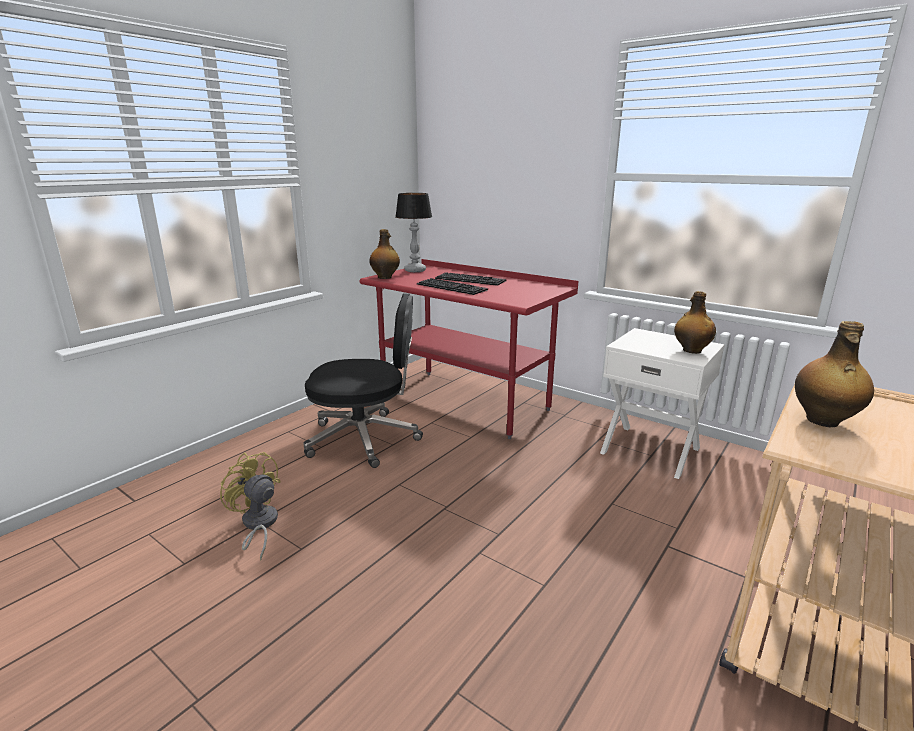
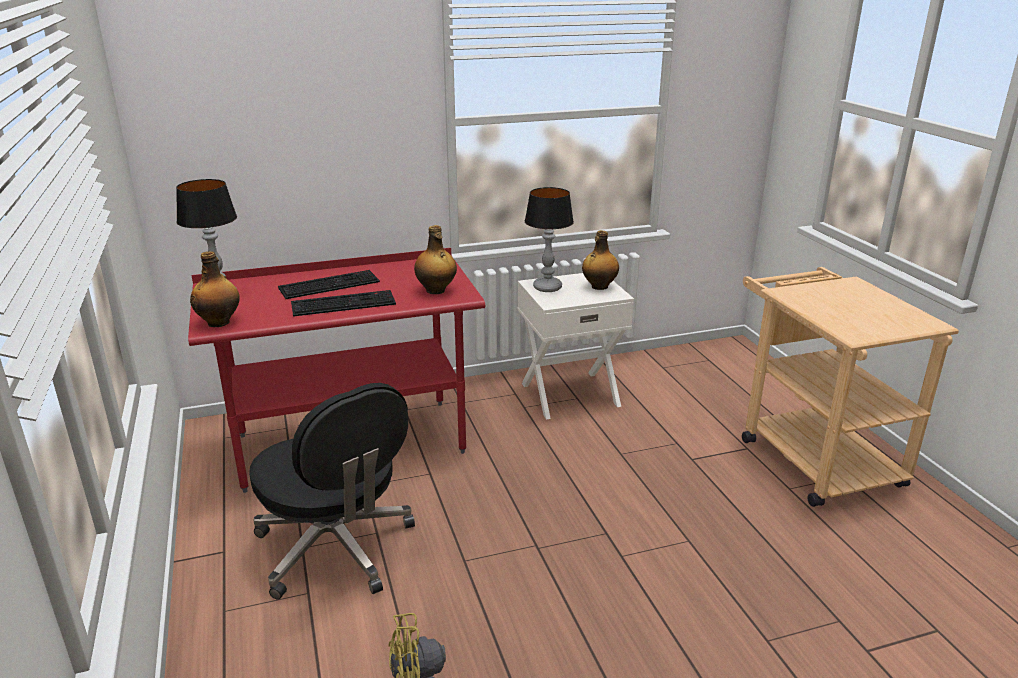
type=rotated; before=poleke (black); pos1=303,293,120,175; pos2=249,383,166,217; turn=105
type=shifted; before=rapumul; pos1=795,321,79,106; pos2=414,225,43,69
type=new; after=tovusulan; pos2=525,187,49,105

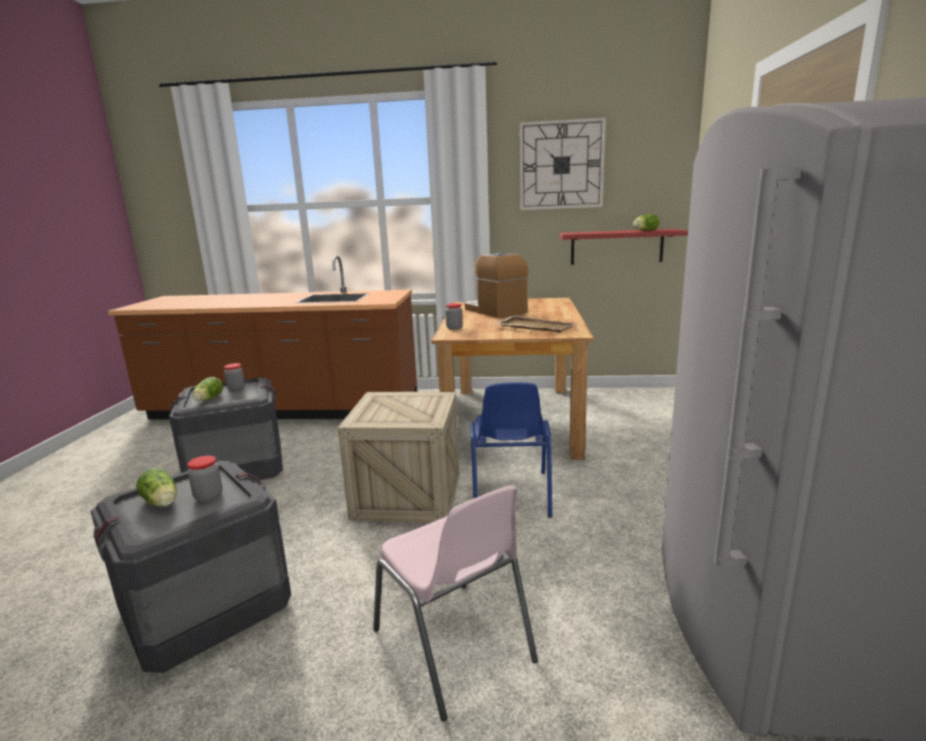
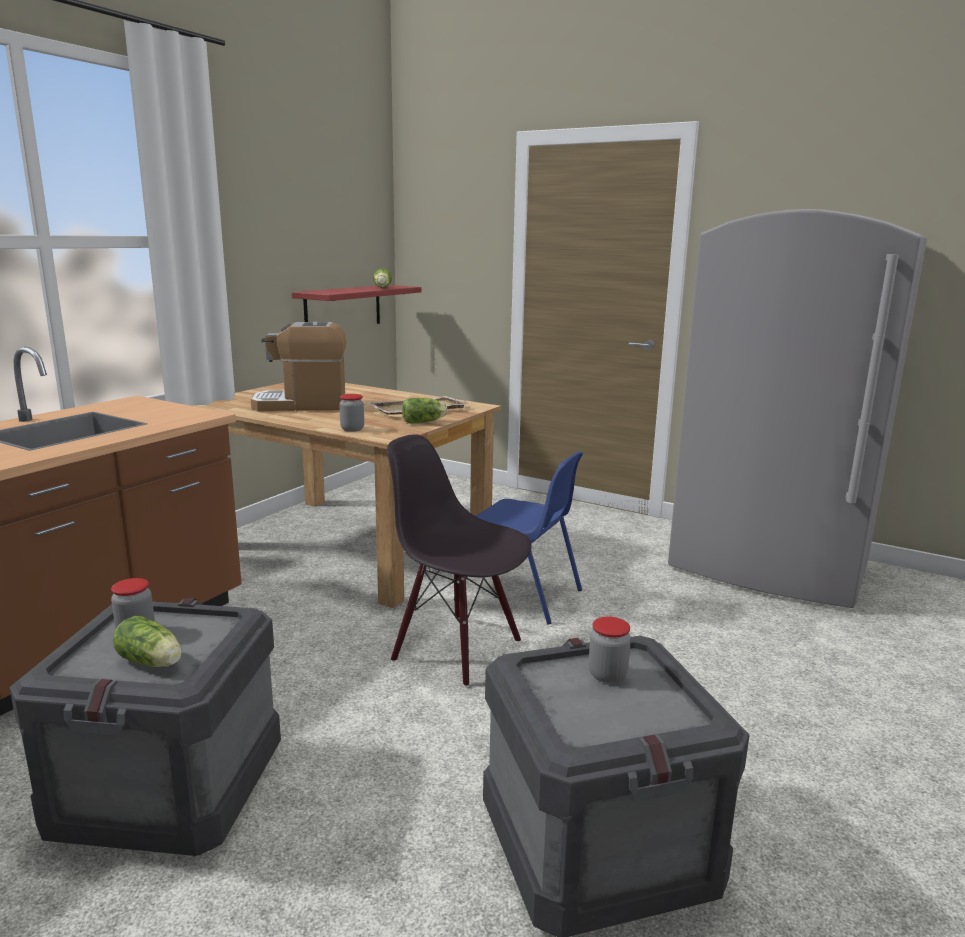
type=swapped; before=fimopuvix; after=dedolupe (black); pos1=338,392,122,131; pos2=387,434,145,253
type=shifted; before=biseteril; pos1=136,468,41,39; pos2=402,398,45,26
type=gone; before=dedolupe (pink); pos1=373,485,165,236
type=gone; before=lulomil; pos1=520,118,86,92

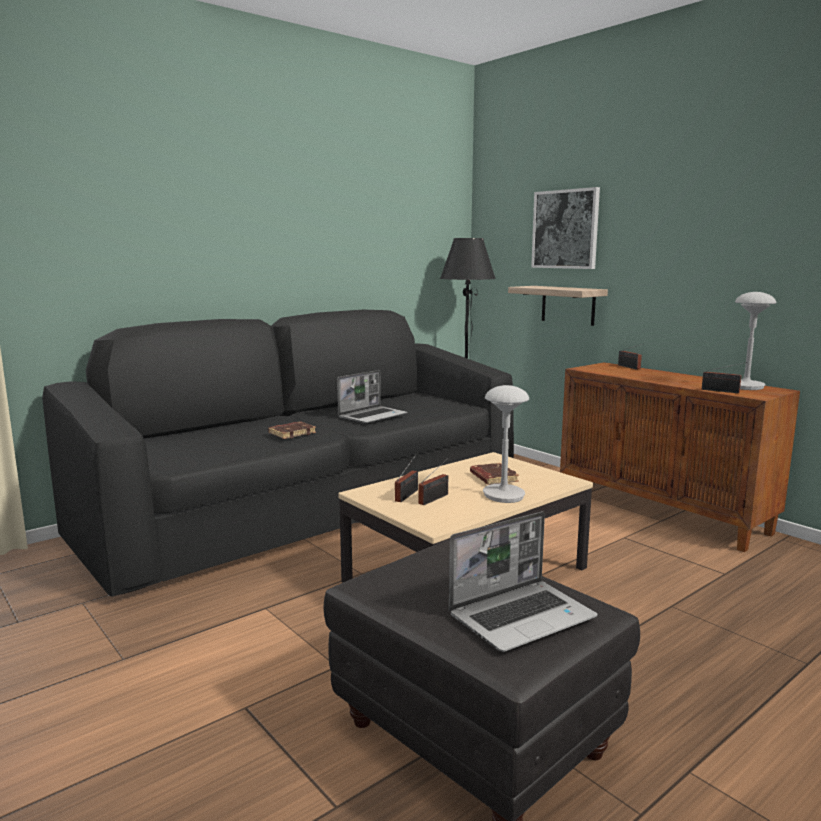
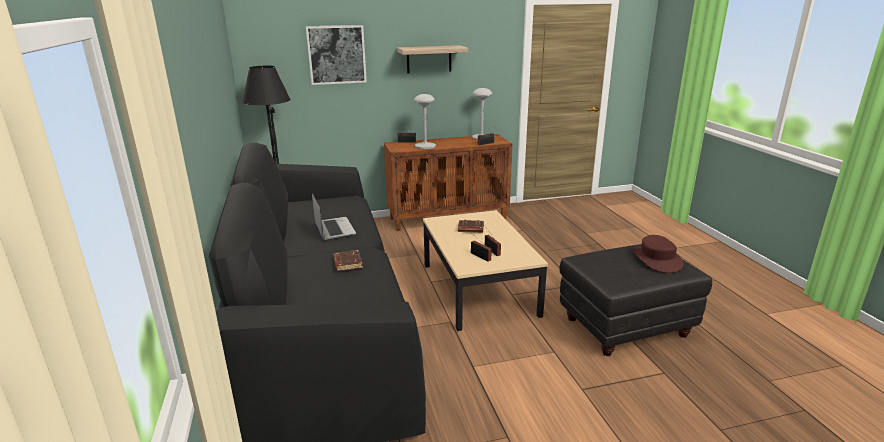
type=shifted; before=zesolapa; pos1=508,286,100,40; pos2=397,45,71,28
type=shifted; before=tovusulan (grey); pos1=483,385,46,118; pos2=414,94,22,55
type=swapped; before=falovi; after=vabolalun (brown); pos1=449,511,148,141; pos2=633,235,51,38

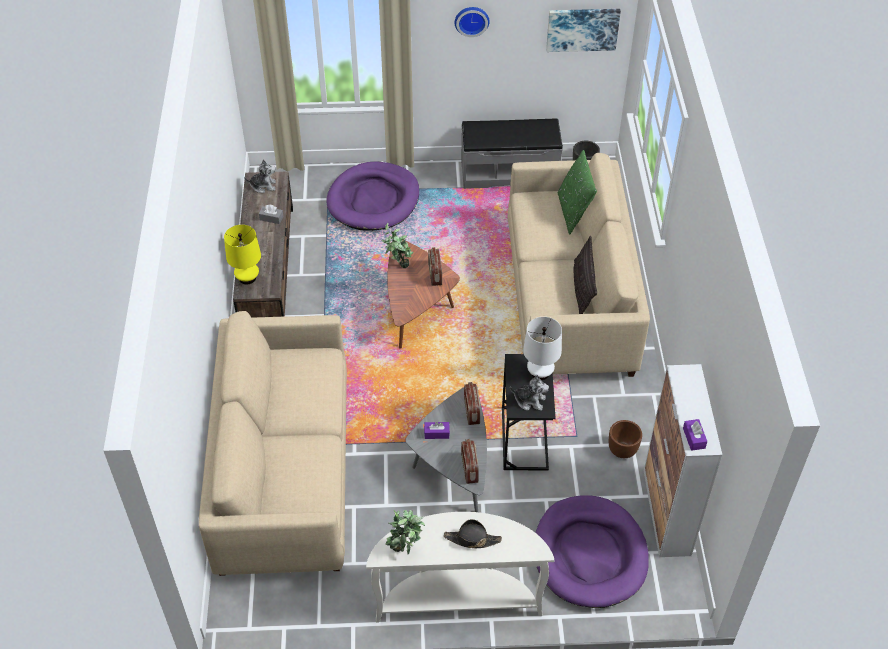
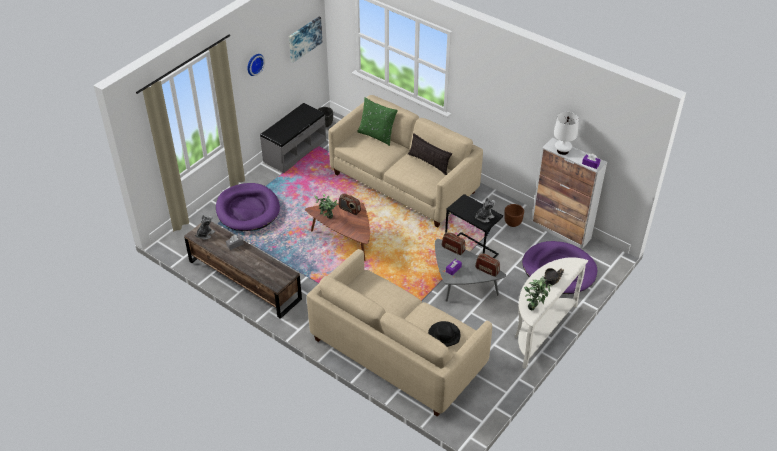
type=new; after=vabolalun (black); pos2=428,321,32,26
type=shifted; before=tovusulan (white); pos1=523,317,39,63; pos2=554,112,25,43
type=gone; before=tovusulan (yellow); pos1=224,225,37,59

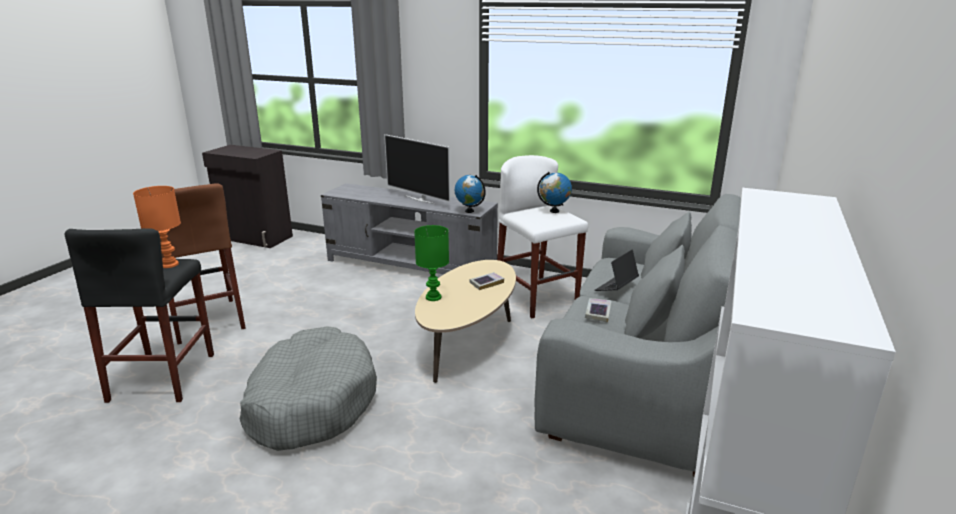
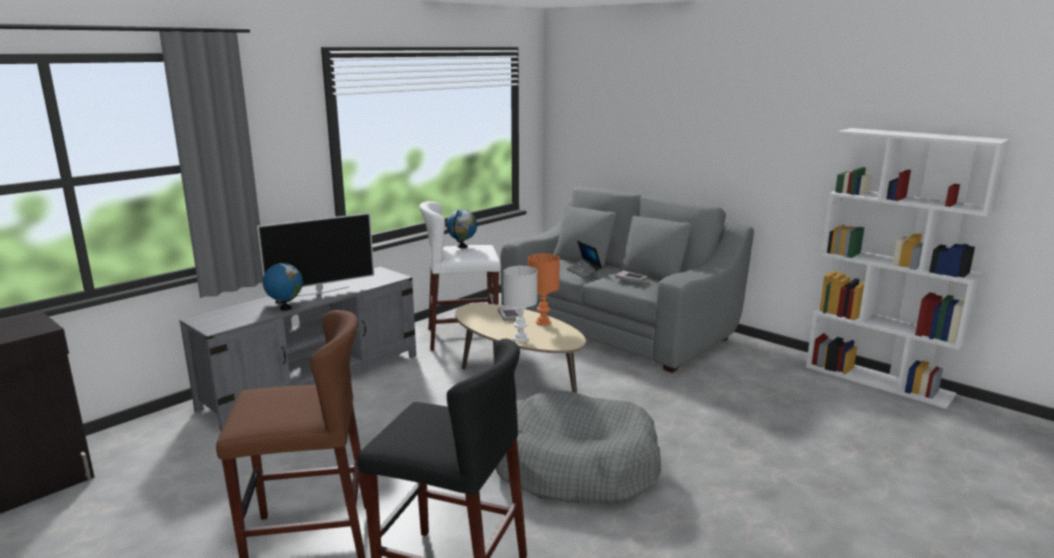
type=shifted; before=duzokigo; pos1=455,175,31,38; pos2=263,261,40,49
type=repainted; before=tovusulan (green); after=tovusulan (white); pos1=414,225,35,76; pos2=504,266,33,76
type=shifted; before=tovusulan (orange); pos1=133,186,48,82; pos2=528,254,32,72

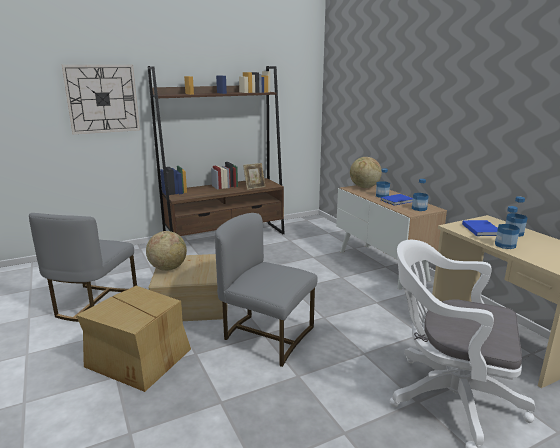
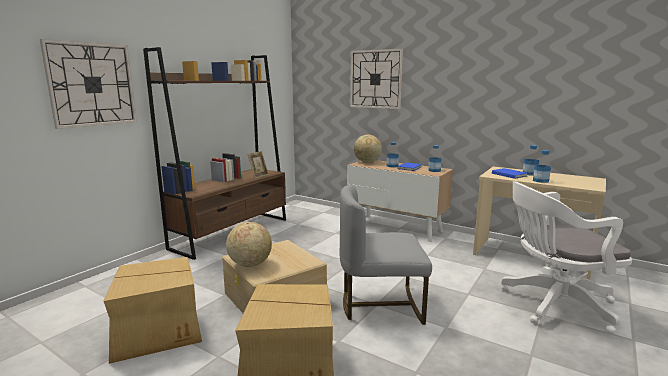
type=swapped; before=dedolupe (grey); after=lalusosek; pos1=29,213,108,109; pos2=104,257,98,107
type=new; after=lulomil; pos2=350,49,53,60

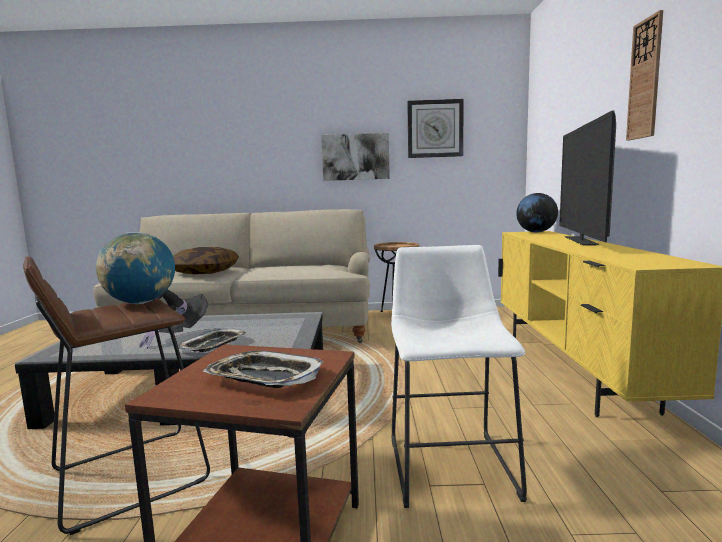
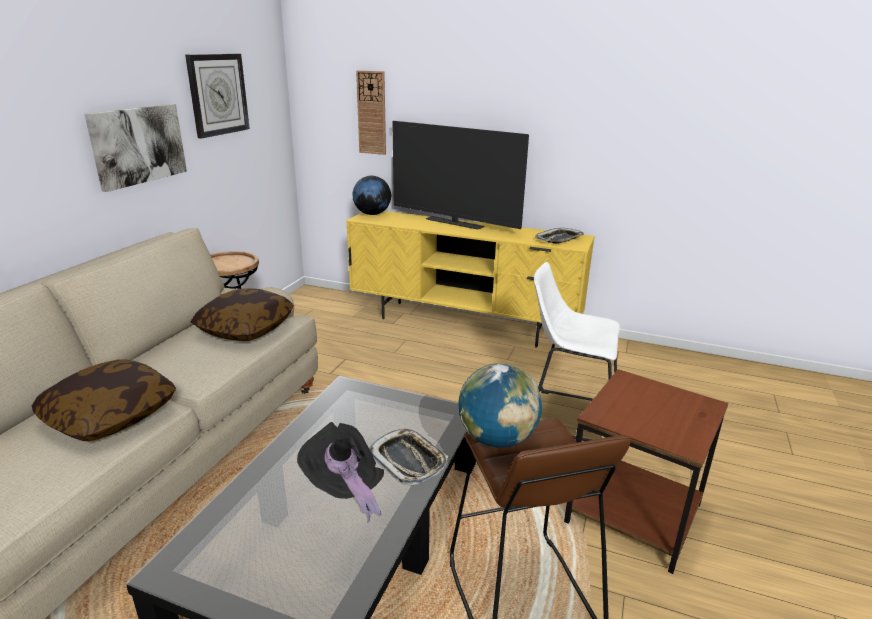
type=new; after=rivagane; pos2=191,288,103,53
type=shifted; before=lulomil; pos1=626,10,37,131; pos2=356,70,30,85
type=shifted; before=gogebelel; pos1=203,351,120,37; pos2=535,228,49,16

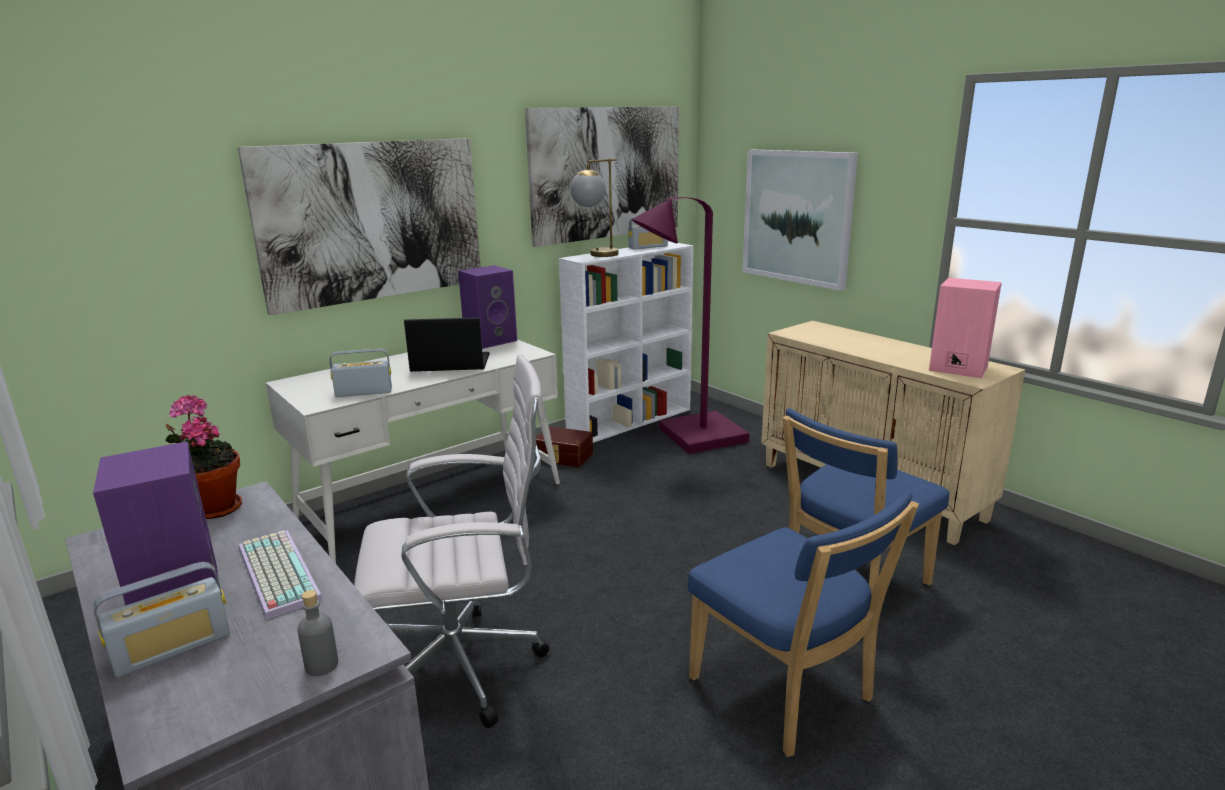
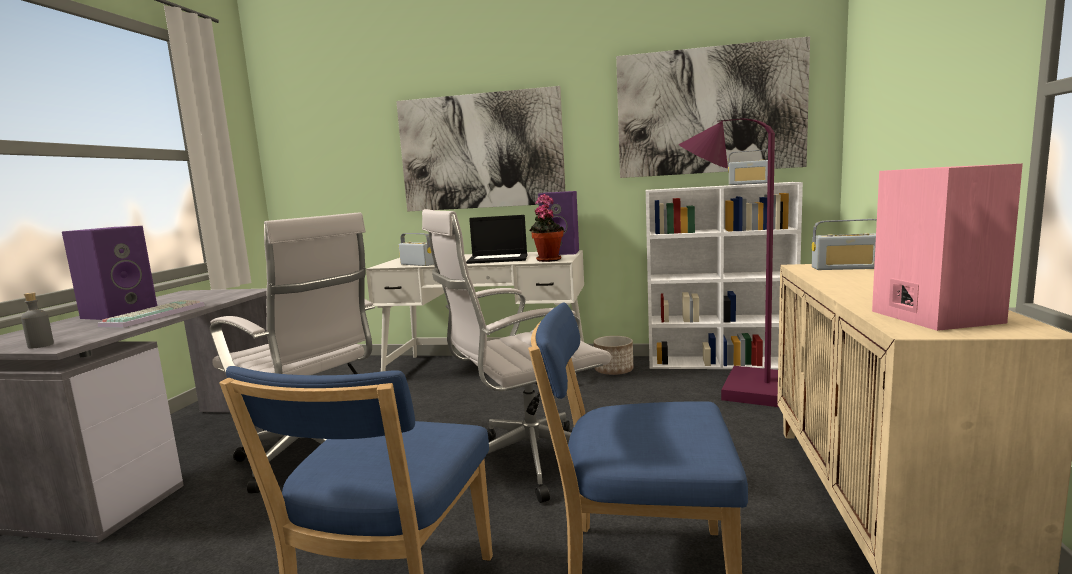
type=new; after=poleke (white); pos2=422,209,190,294
type=rotated; before=falovi; pos1=404,317,85,55; pos2=466,215,62,49; turn=135
type=shifted; before=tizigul; pos1=165,395,77,124; pos2=530,194,35,68
type=swapped; before=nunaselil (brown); after=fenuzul; pos1=536,426,57,41; pos2=594,336,39,39
type=shifted; before=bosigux; pos1=93,562,137,115; pos2=812,219,65,51
type=gone; before=tovusulan; pos1=570,158,48,99
type=gone; before=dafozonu; pos1=742,149,116,142

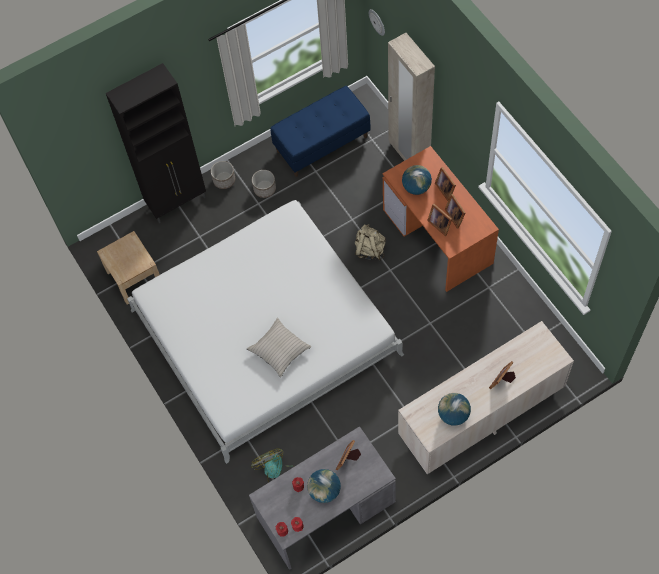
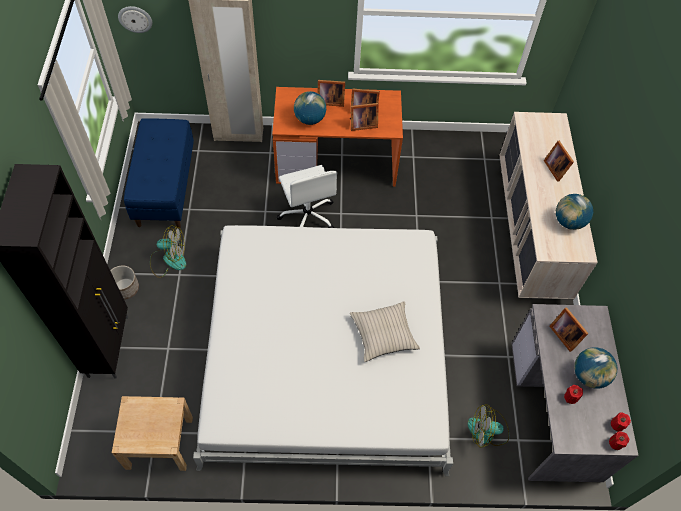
type=swapped; before=fenuzul; after=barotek; pos1=252,170,24,28; pos2=150,225,36,53
type=swapped; before=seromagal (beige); after=poleke (white); pos1=355,225,31,35; pos2=277,165,60,63

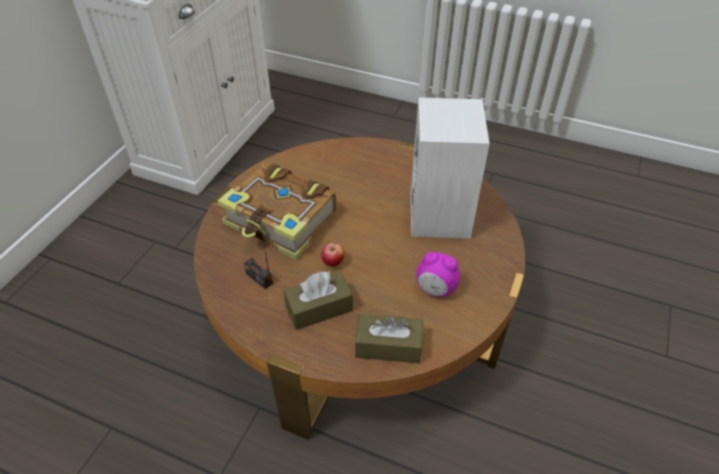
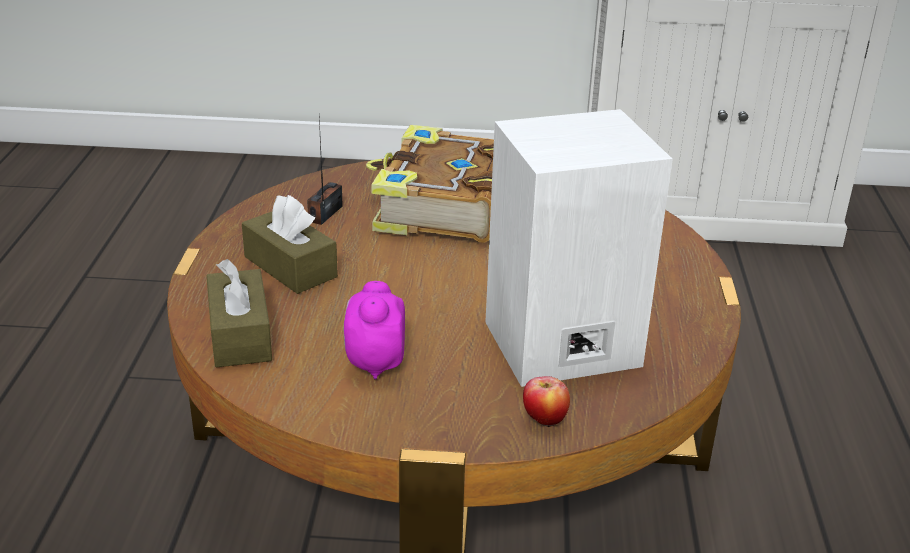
type=shifted; before=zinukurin; pos1=322,243,23,23; pos2=523,376,47,52

